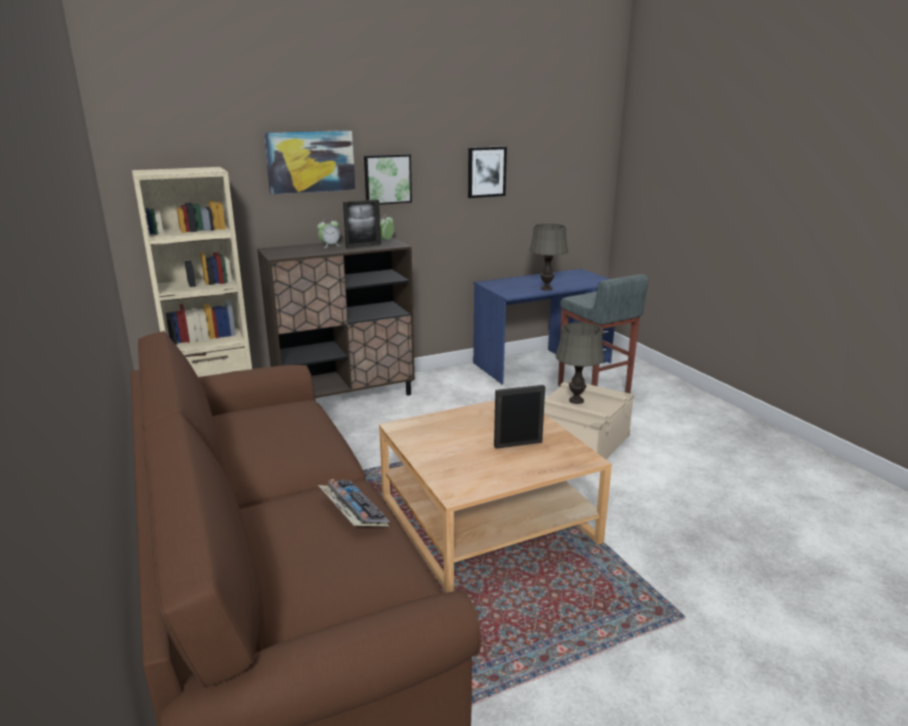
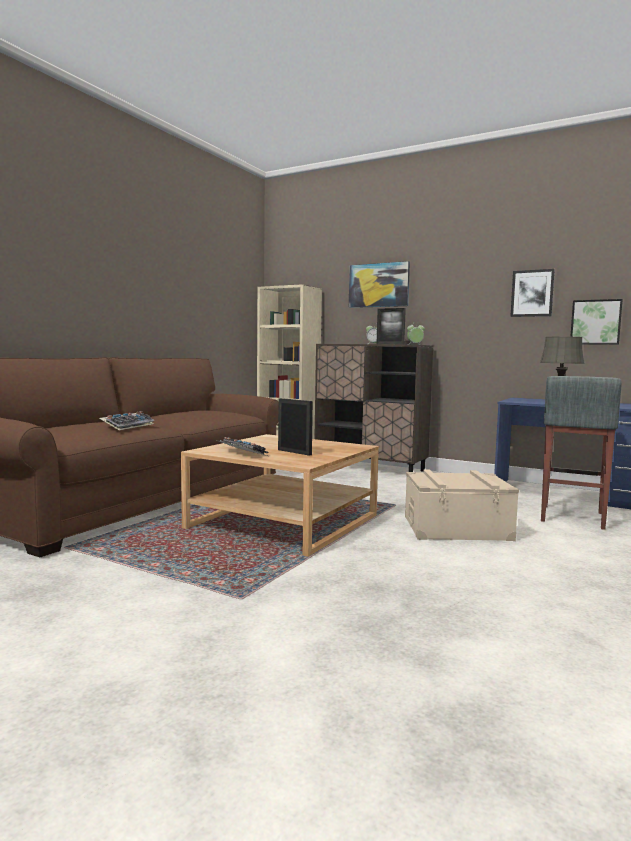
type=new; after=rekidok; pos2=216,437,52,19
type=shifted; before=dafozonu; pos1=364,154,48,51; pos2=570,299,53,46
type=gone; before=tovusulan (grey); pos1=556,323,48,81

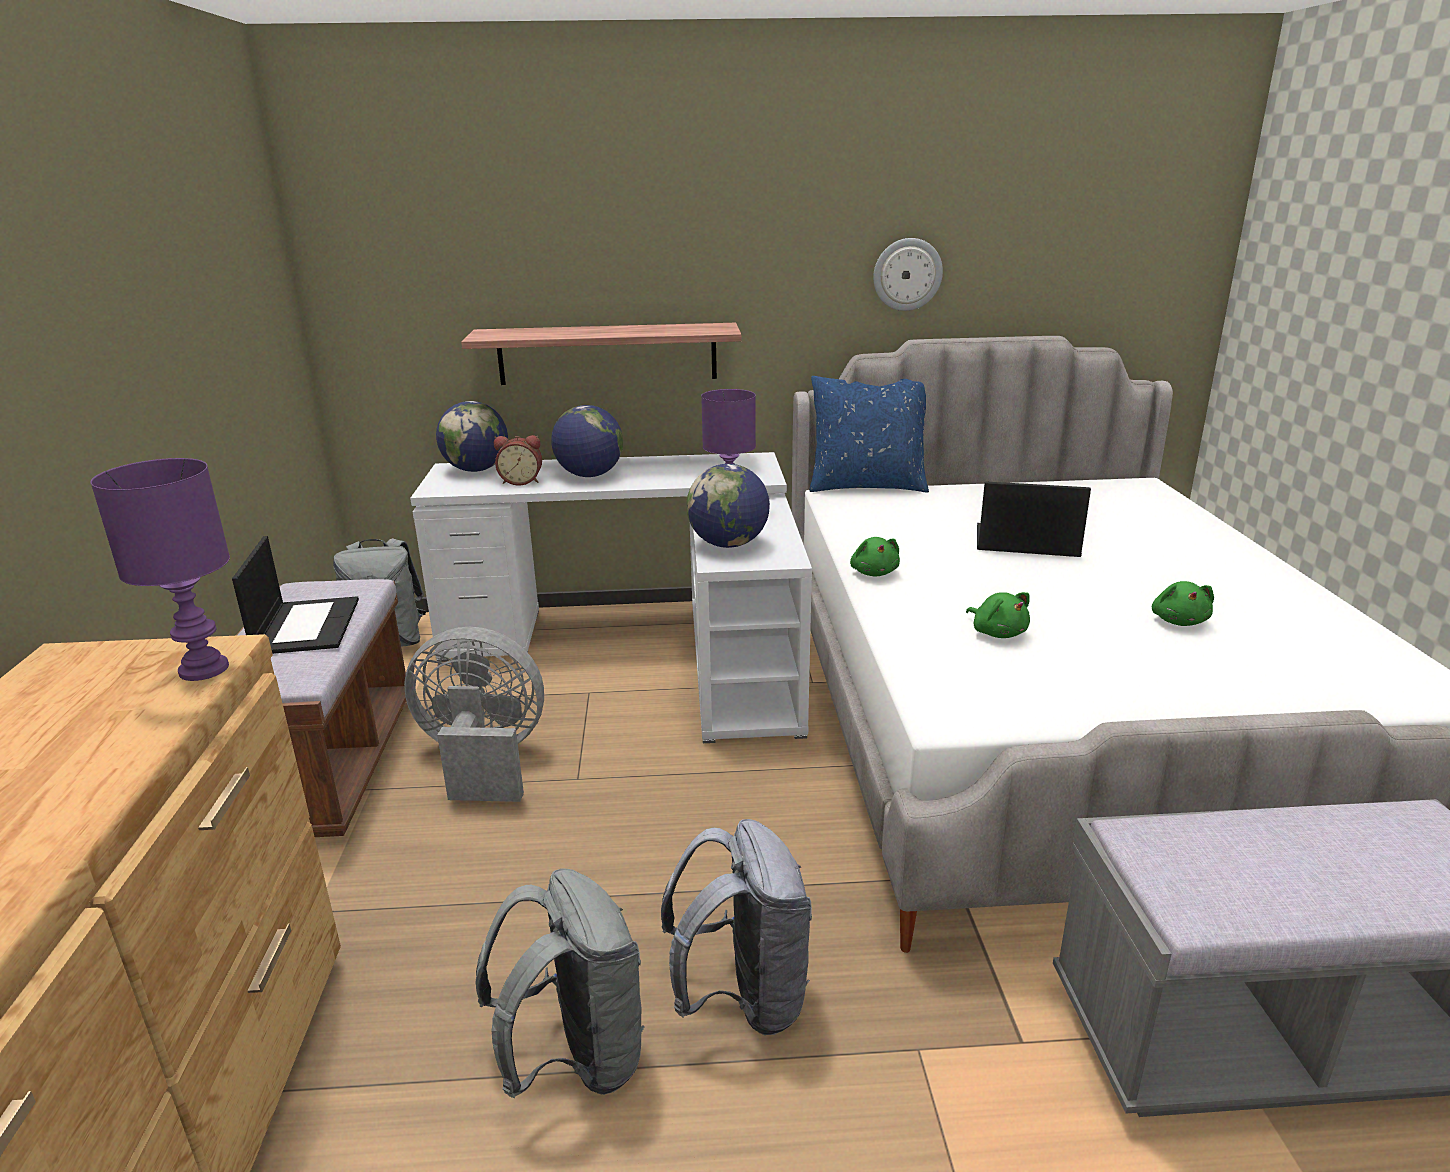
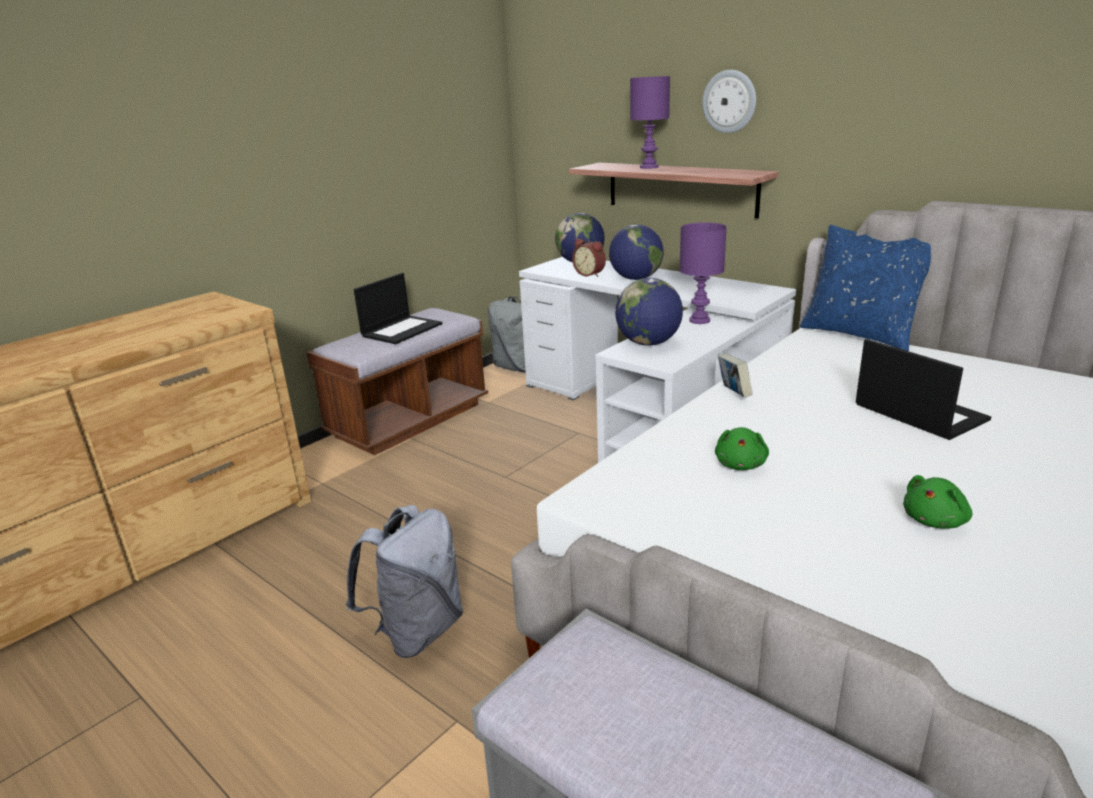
type=shifted; before=tovusulan (purple); pos1=90,458,140,223; pos2=630,76,40,93
type=shifted; before=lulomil; pos1=873,238,70,73; pos2=702,70,54,63
type=swapped; before=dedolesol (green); after=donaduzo; pos1=850,537,50,40; pos2=718,353,35,45
type=gone; before=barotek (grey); pos1=404,627,140,175
type=gone; before=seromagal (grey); pos1=475,868,170,230

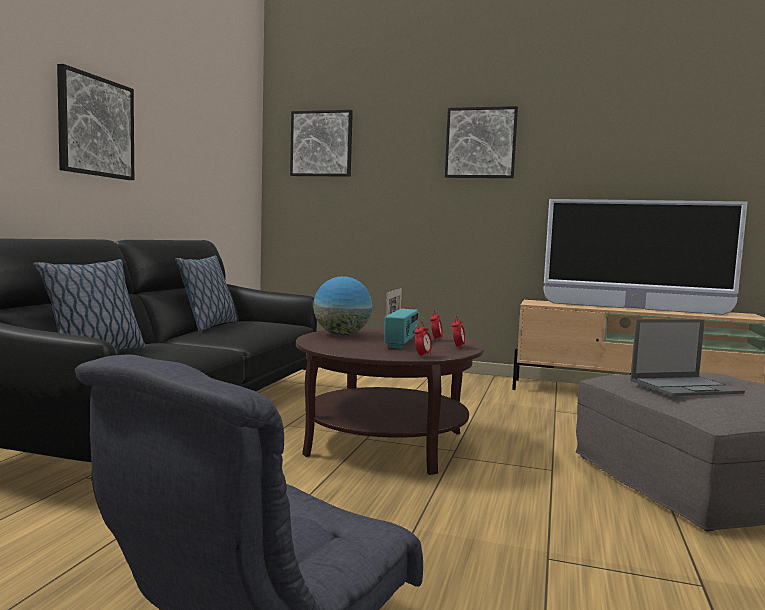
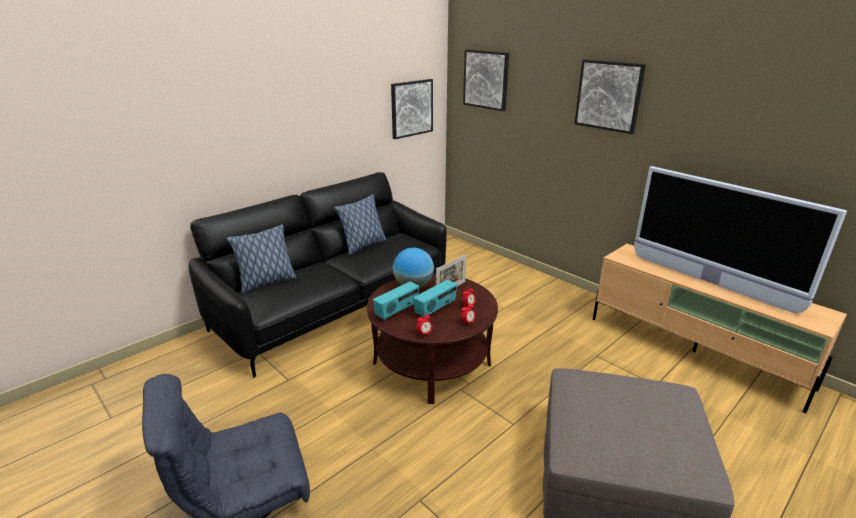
type=new; after=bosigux; pos2=373,282,46,39
type=shifted; before=dafozonu; pos1=57,64,77,116; pos2=391,79,42,60
type=gone; before=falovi; pos1=630,319,115,77

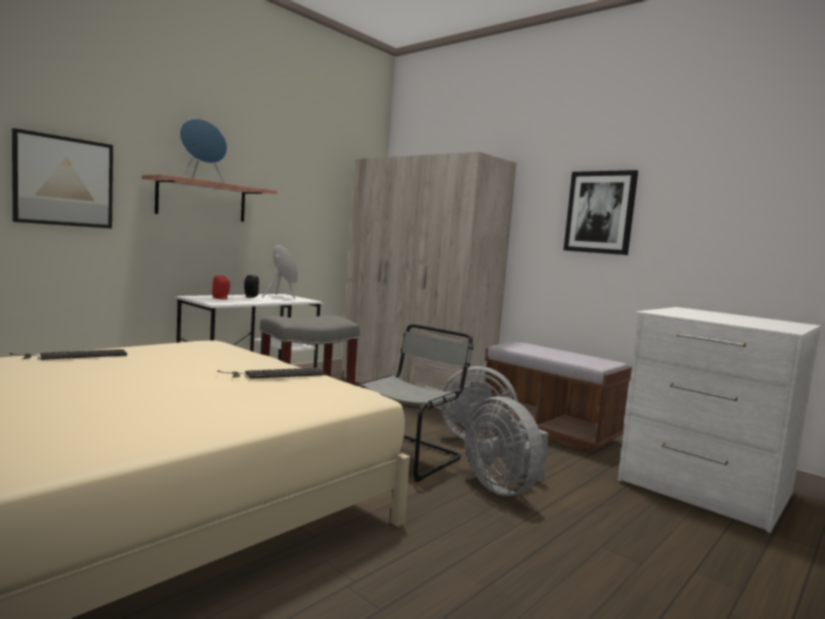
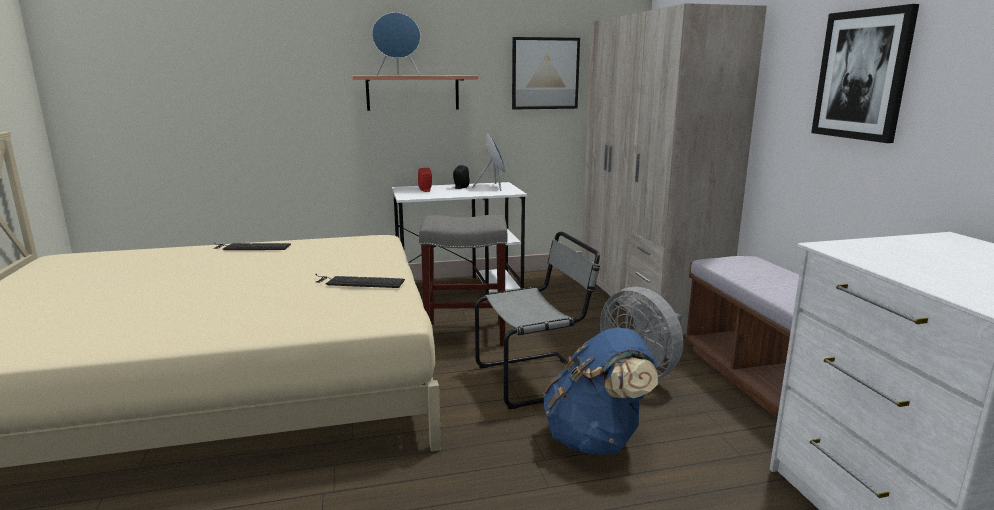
type=shifted; before=dafozonu; pos1=12,128,101,100; pos2=512,37,68,73
type=swapped; before=barotek (grey); after=seromagal (blue); pos1=465,396,84,100; pos2=543,328,115,127

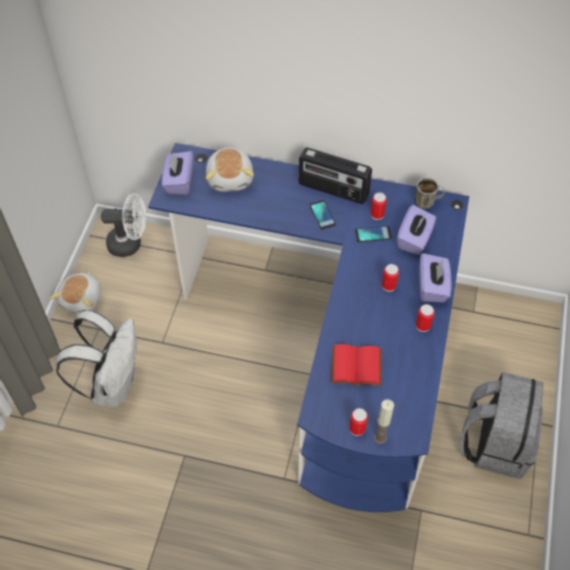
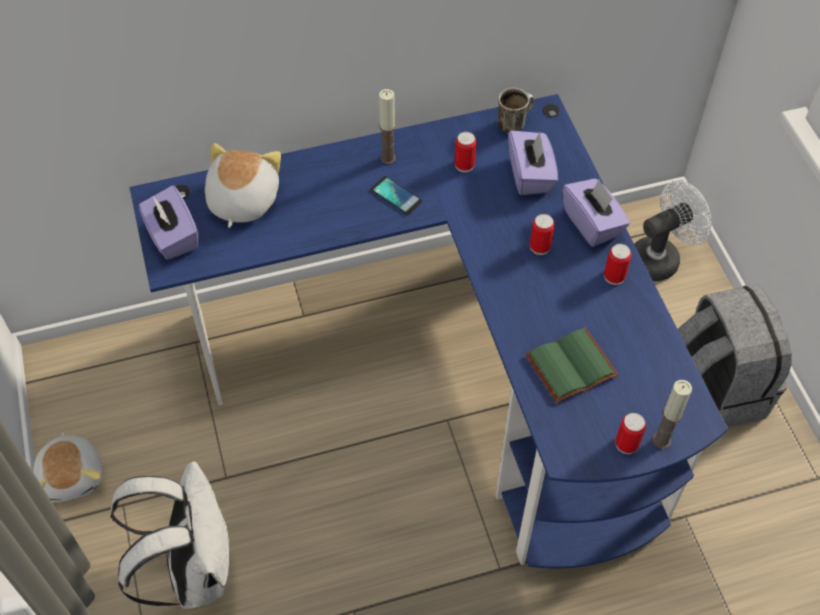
type=rotated; before=dedolesol; pos1=206,147,48,45; pos2=205,143,76,85; turn=-135
type=swapped; before=bosigux; after=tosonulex; pos1=299,147,73,57; pos2=379,89,17,75
type=repainted; before=donaduzo (red); after=donaduzo (green); pos1=331,344,51,42; pos2=525,328,94,75
type=shifted; before=barotek (white); pos1=101,193,45,64; pos2=634,180,77,101
type=gone; before=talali; pos1=355,226,37,16

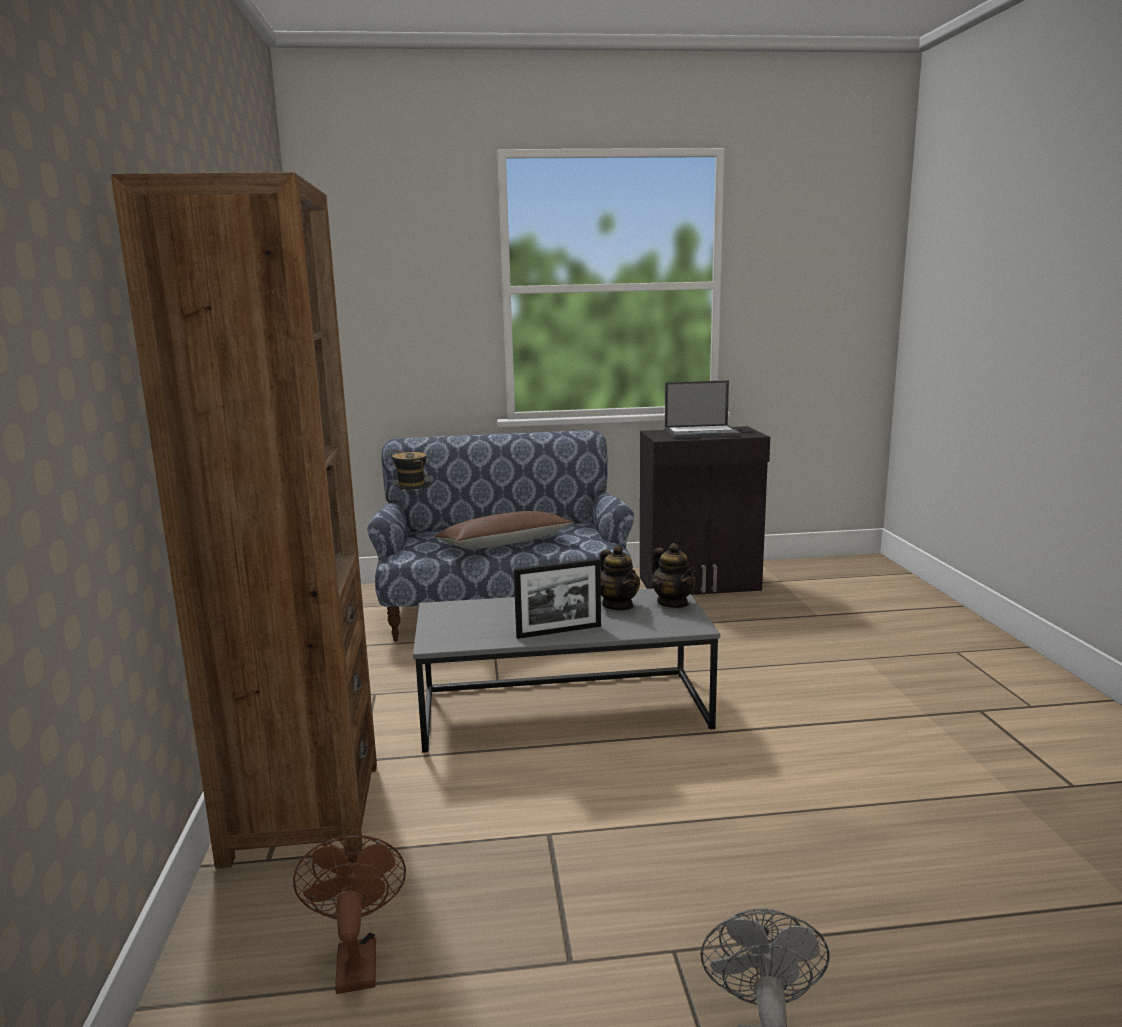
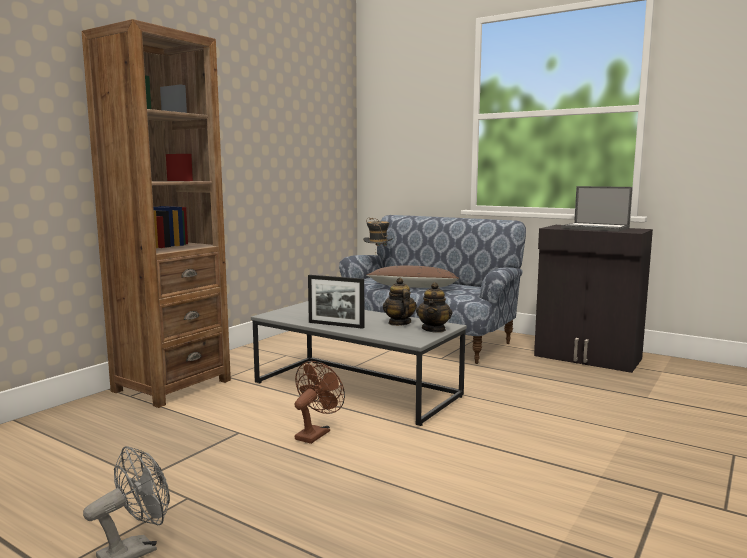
type=shifted; before=barotek (brown); pos1=293,835,113,159; pos2=295,361,50,83
type=rotated; before=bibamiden; pos1=600,545,40,65; pos2=383,278,34,48; turn=150

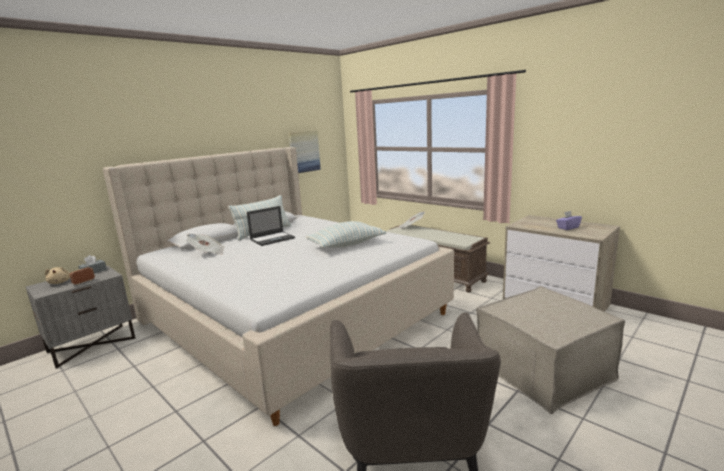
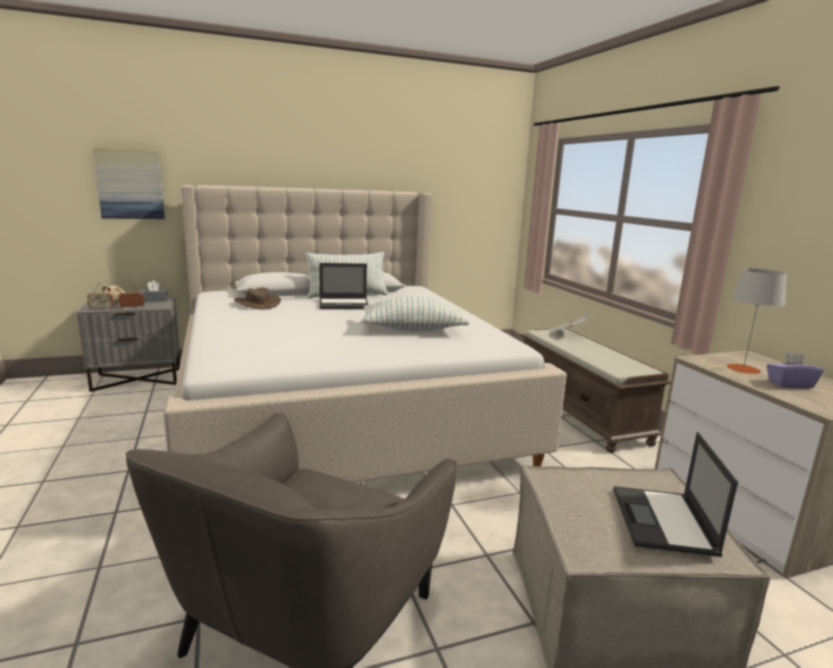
type=new; after=bosigux; pos2=87,282,27,28
type=shifted; before=dafozonu; pos1=289,130,32,43; pos2=93,147,72,72
type=swapped; before=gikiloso; after=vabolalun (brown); pos1=187,234,38,21; pos2=234,288,47,22
type=new; after=falovi; pos2=613,432,125,125
type=new; after=tovusulan (grey); pos2=727,268,60,106

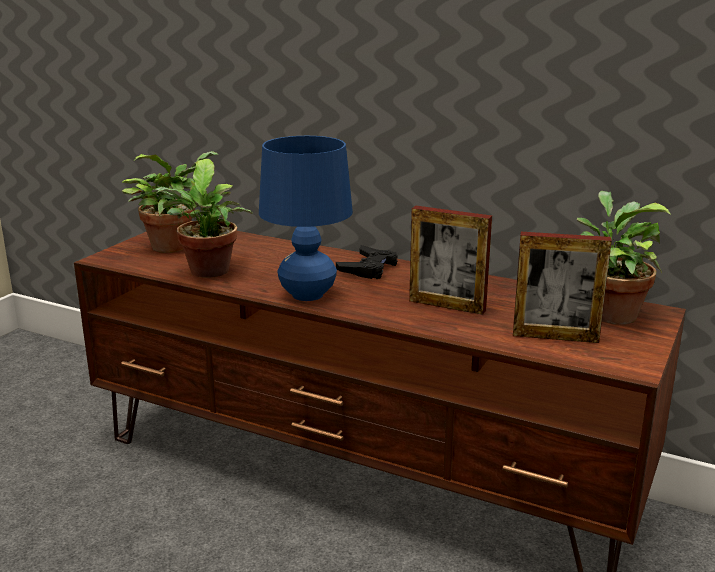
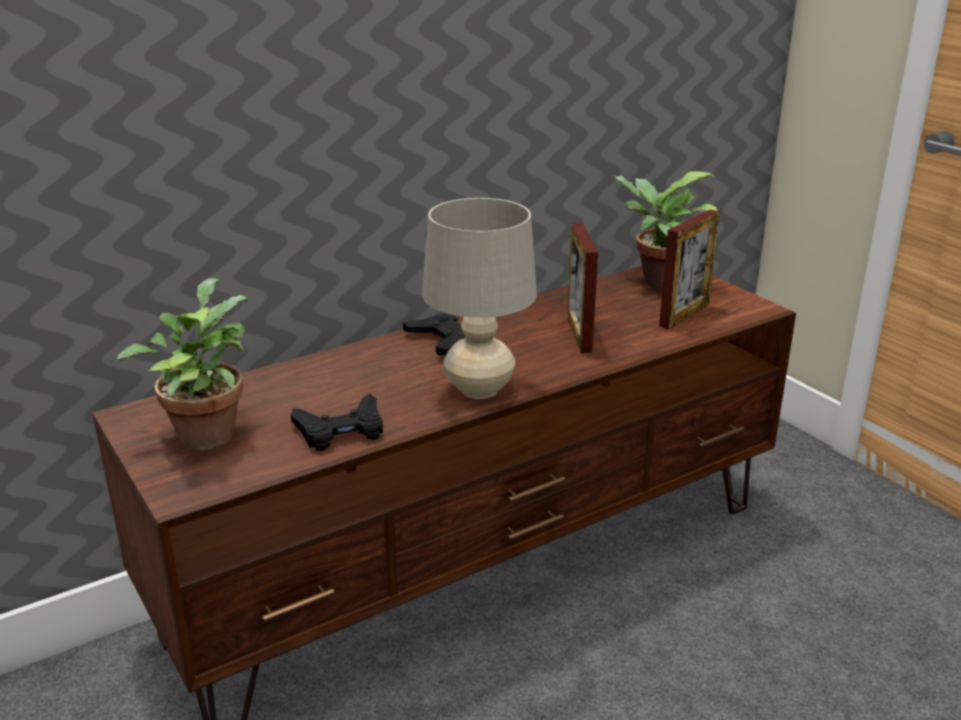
type=swapped; before=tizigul; after=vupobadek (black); pos1=152,159,101,119; pos2=291,393,92,58
type=repainted; before=tovusulan (blue); after=tovusulan (beige); pos1=259,136,94,165; pos2=422,198,115,201
type=rotated; before=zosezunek; pos1=409,206,83,109; pos2=567,222,31,131; turn=120

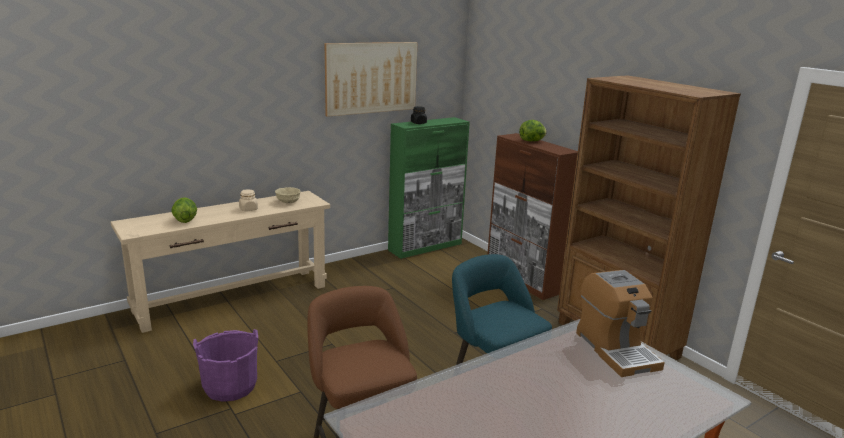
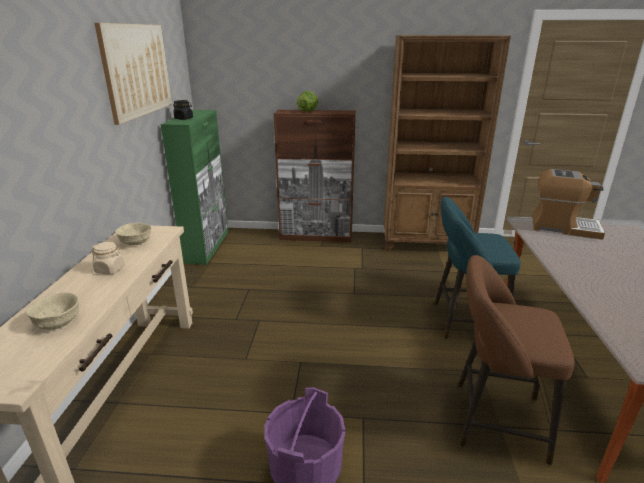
type=swapped; before=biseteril; after=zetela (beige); pos1=171,197,26,26; pos2=26,292,53,38

